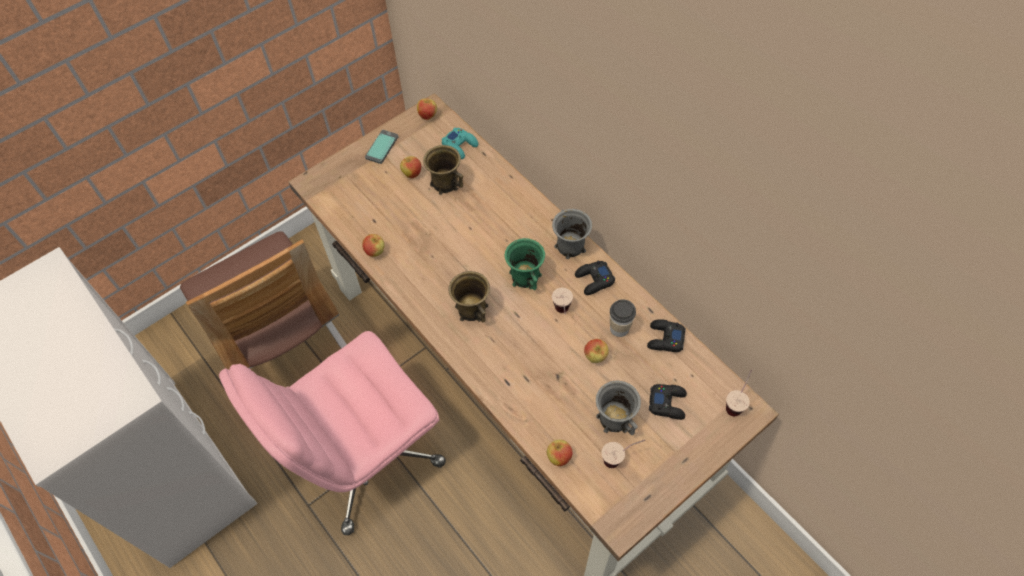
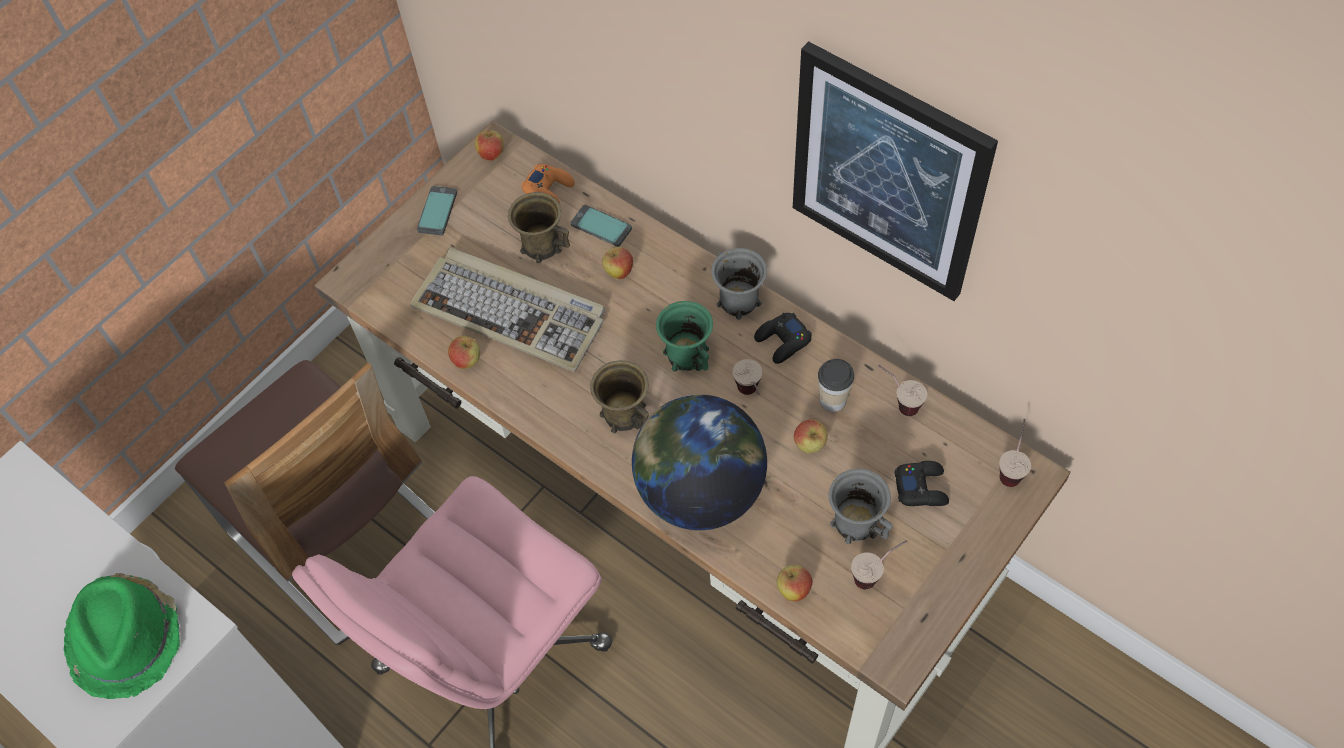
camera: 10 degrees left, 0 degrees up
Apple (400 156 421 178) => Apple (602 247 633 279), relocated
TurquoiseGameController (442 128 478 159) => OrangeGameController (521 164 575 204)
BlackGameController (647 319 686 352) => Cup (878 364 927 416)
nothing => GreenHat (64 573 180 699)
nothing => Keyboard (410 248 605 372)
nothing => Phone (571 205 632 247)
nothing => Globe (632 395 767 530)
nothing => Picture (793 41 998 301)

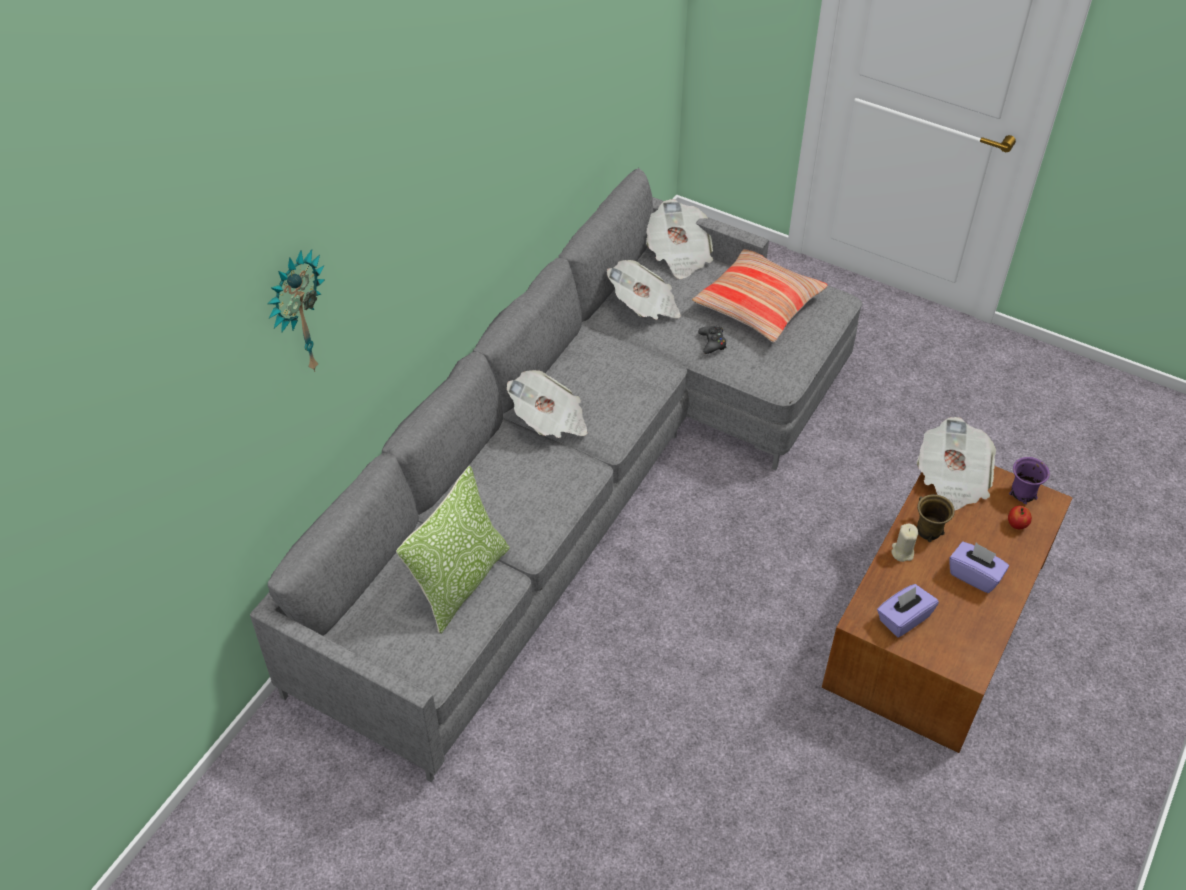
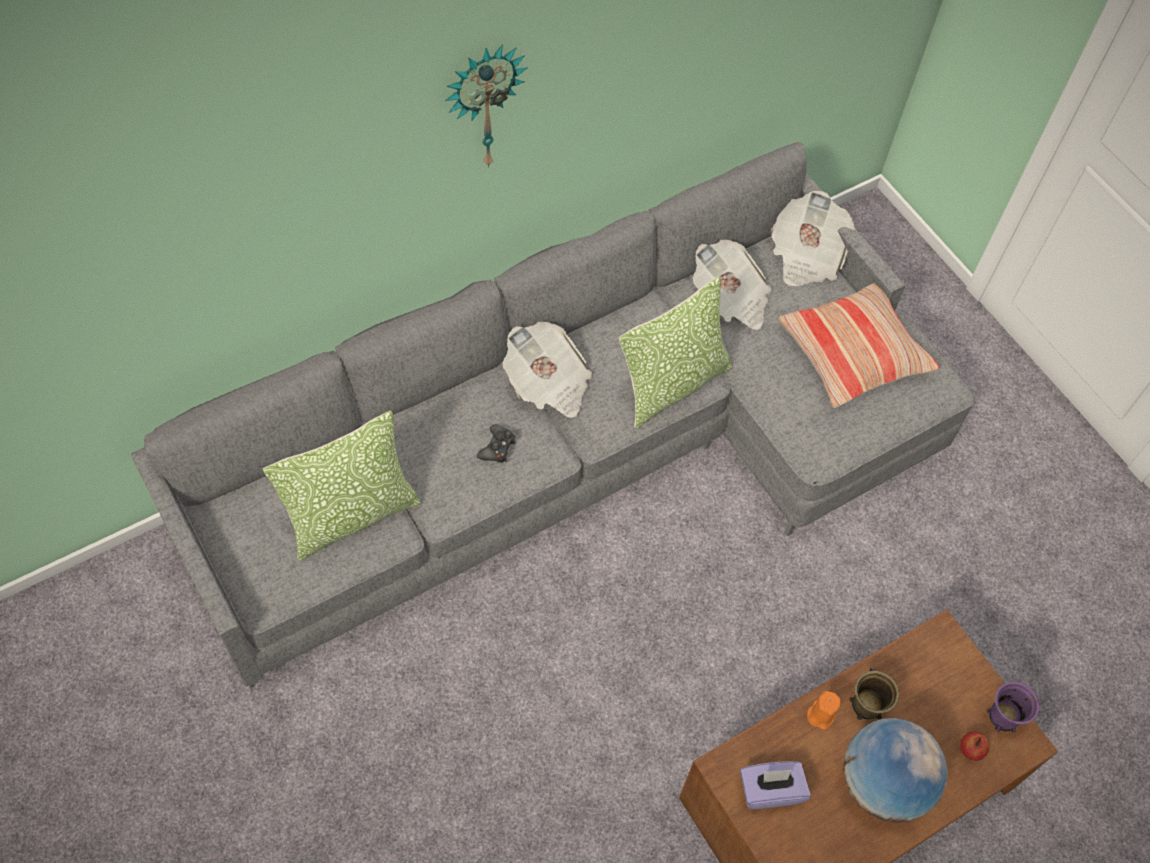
camera: 25 degrees right, 10 degrees up
WallClock (268 249 325 372) => WallClock (445 44 527 168), relocated
BlackGameController (698 325 727 354) => BlackGameController (477 425 516 463), relocated
BeigeCandle (891 524 918 562) => OrangeCandle (807 691 841 730)
Newspaper (917 417 996 510) => nothing
PurpleTissueBox (949 542 1009 593) => Globe (843 718 948 823)
nothing => Pillow (619 276 732 429)

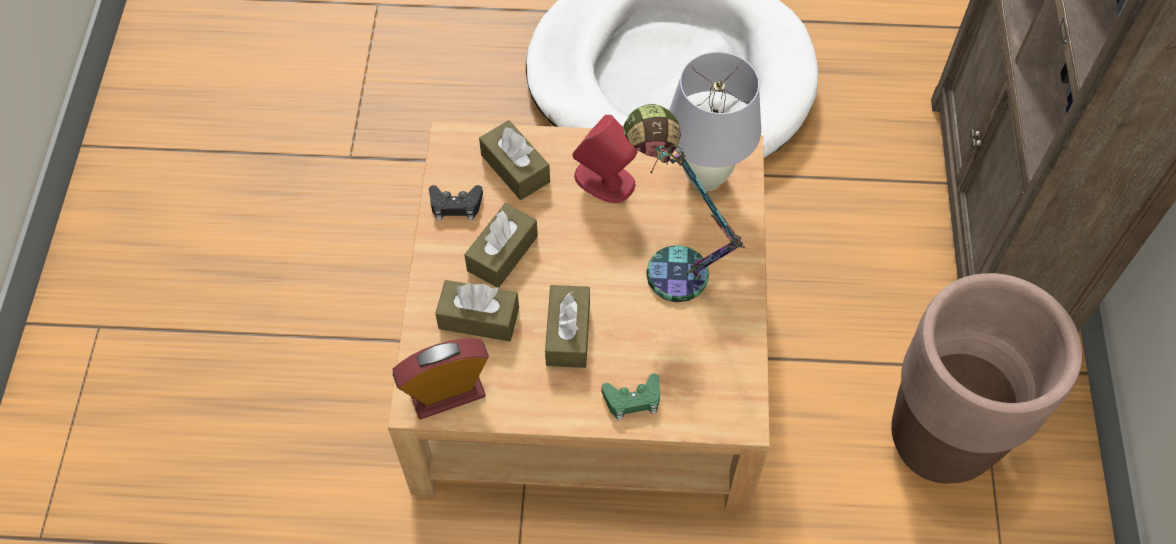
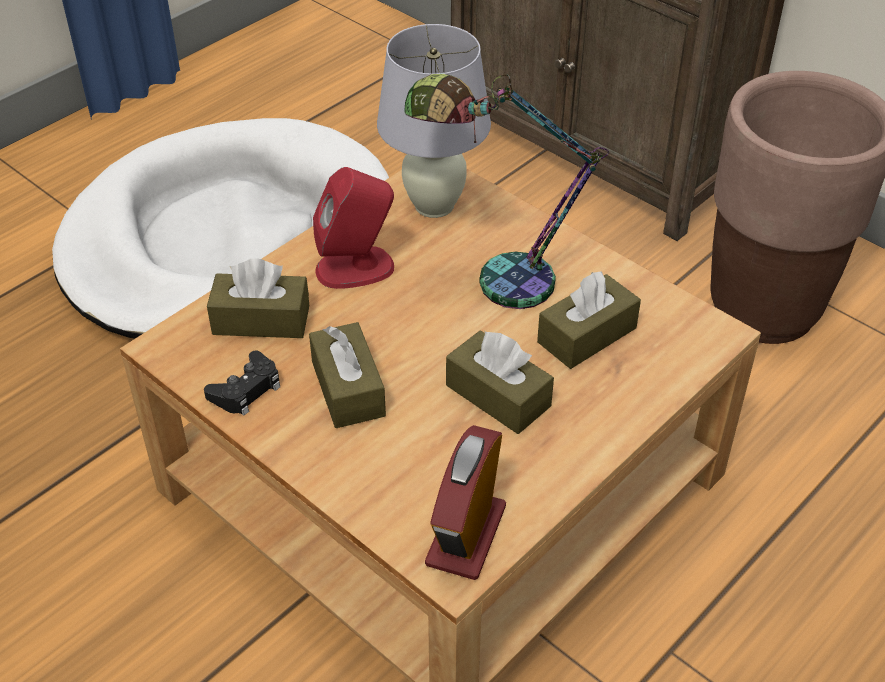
camera: 50 degrees left, 15 degrees down
BrownTissueBox (435 280 519 341) => BrownTissueBox (537 272 641 369), relocated
GreenGameController (601 374 660 420) => nothing

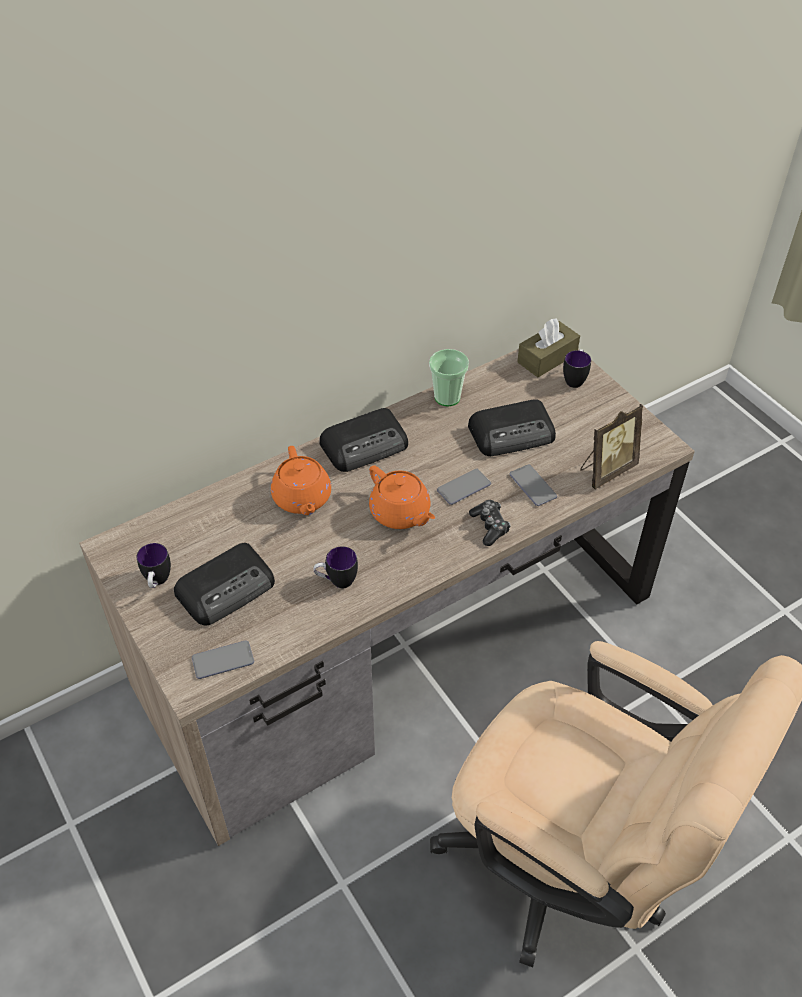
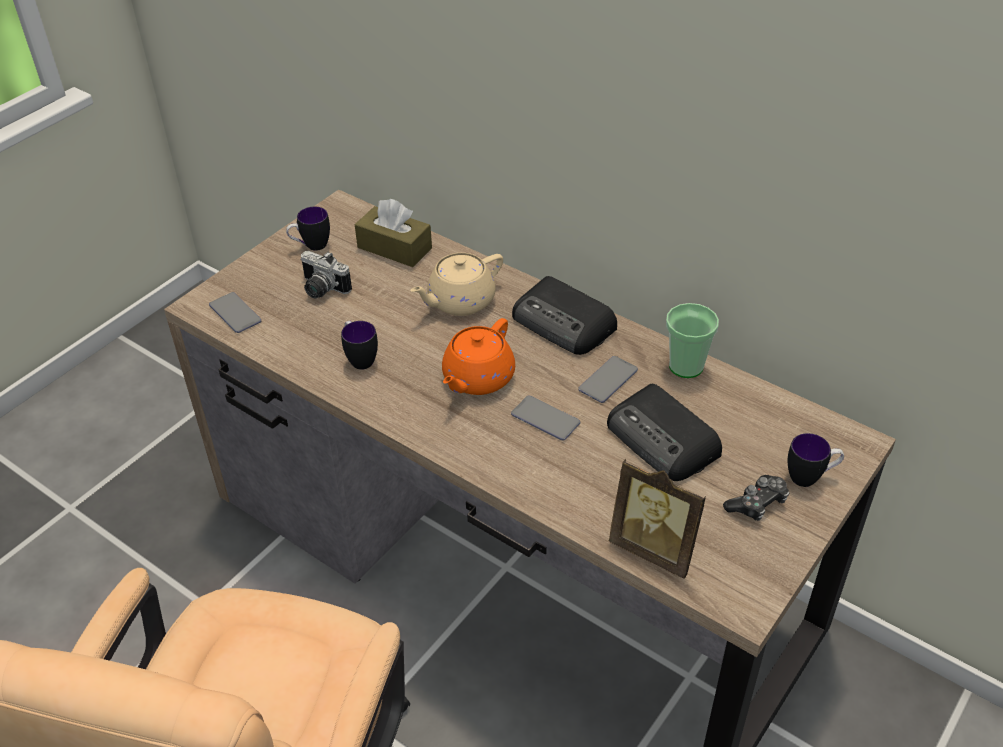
camera: 70 degrees right, 5 degrees down
Radio (174 543 275 625) => PhotoCamera (300 251 352 299)
OrangeTeapot (271 446 331 515) => BeigeTeapot (410 253 503 316)
GameController (469 500 511 546) => GameController (723 475 789 521), relocated
Phone (510 464 557 506) => Phone (578 356 638 403), relocated
BrownTissueBox (517 318 580 377) => BrownTissueBox (355 199 432 267), relocated

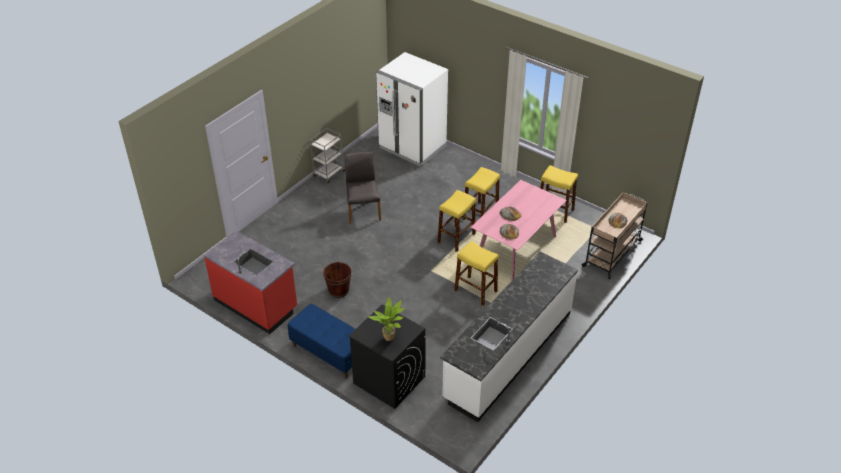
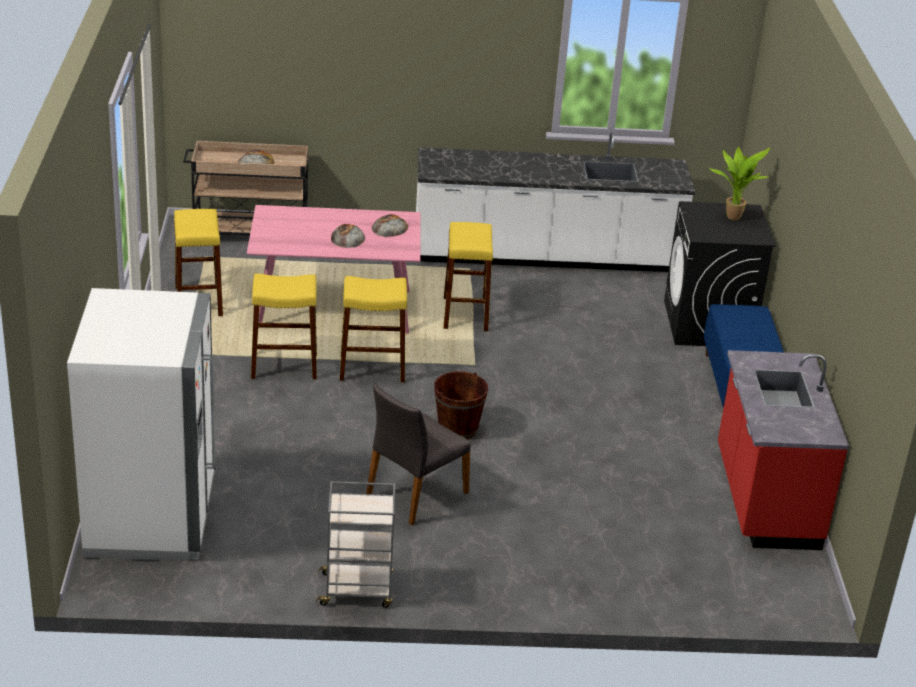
camera: 130 degrees left, 10 degrees down
BrownBucket (323 261 351 298) => BrownBucket (434 371 488 439), relocated

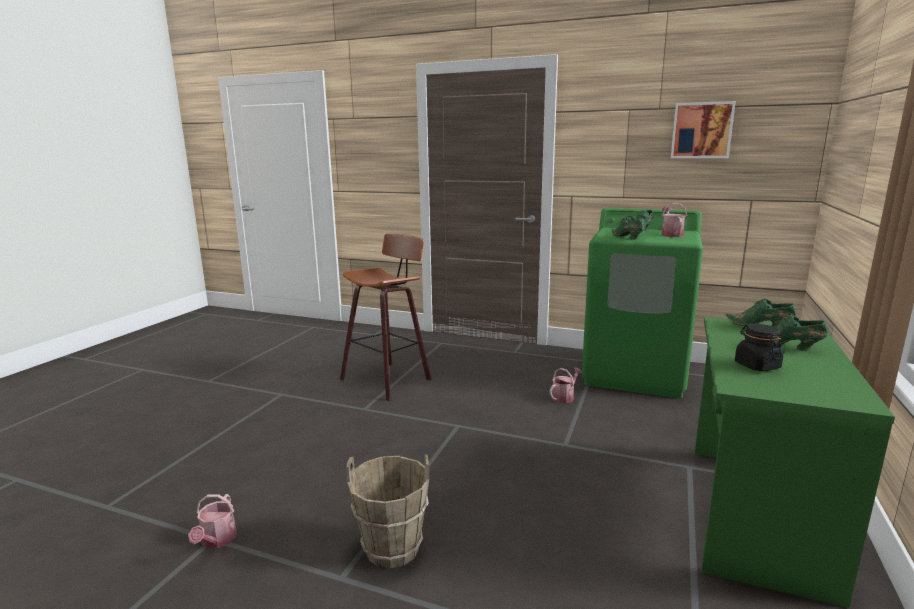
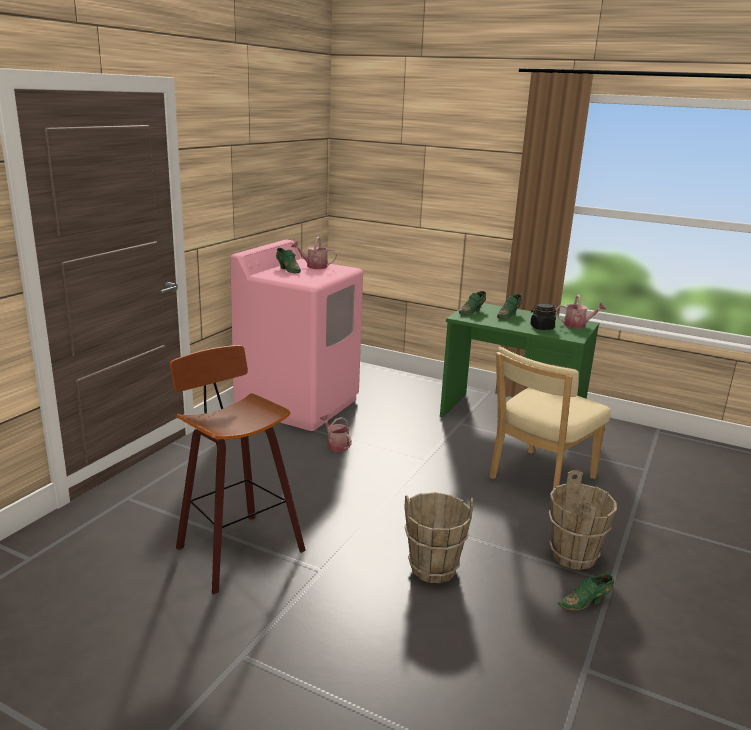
camera: 85 degrees left, 5 degrees up
WateringCan (188 494 237 548) => WateringCan (556 295 606 328), relocated
GreenWashingMachine (582 208 703 398) => PinkWashingMachine (230 239 363 431)
GreenShoe (612 215 644 240) => GreenShoe (557 574 614 611), relocated
Picture (671 101 736 158) => nothing
nothing => BrownBucket (404 492 473 583)
nothing => BeigeChair (489 347 611 489)

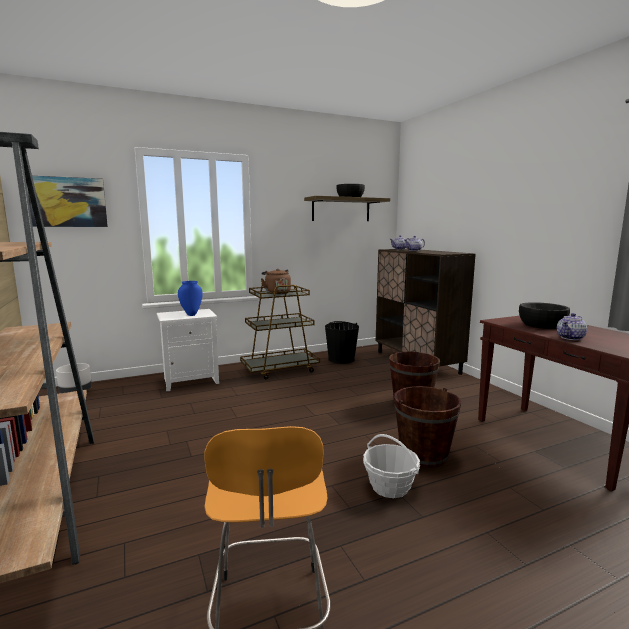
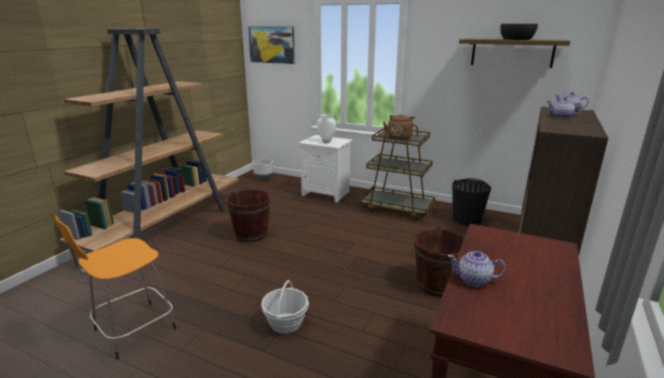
camera: 50 degrees right, 10 degrees up
BlueVase (178 281 203 316) => WhiteVase (317 114 336 143)
BrownBucket (394 386 461 468) => BrownBucket (226 189 270 242), relocated
BlackBowl (519 302 570 329) => nothing

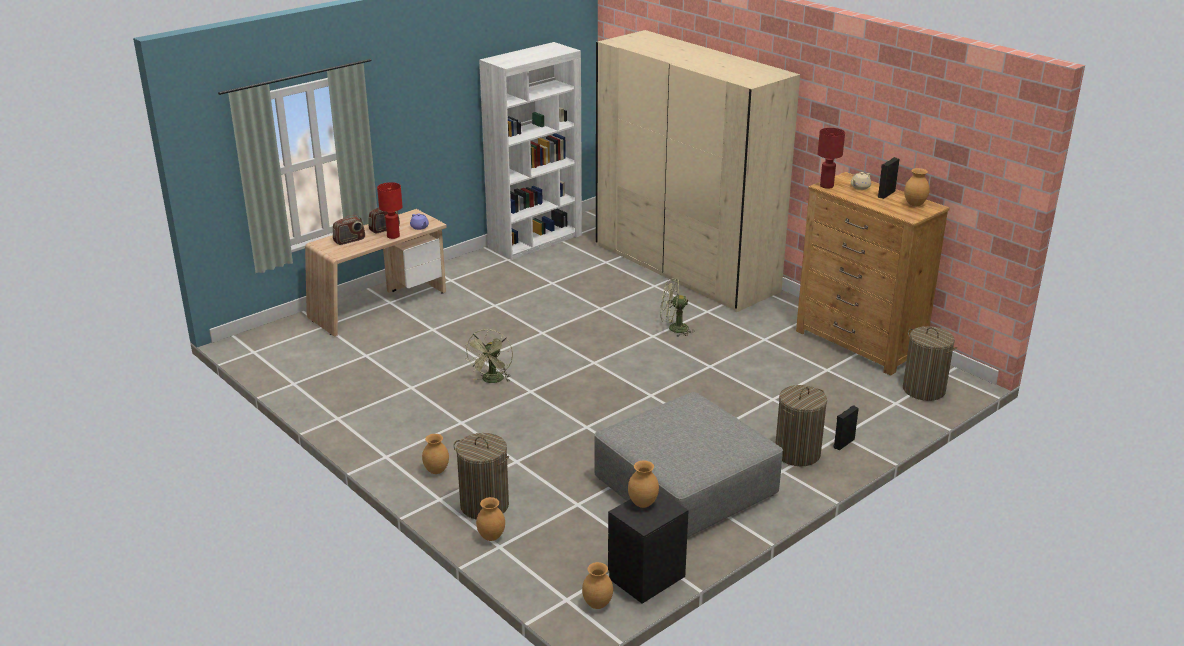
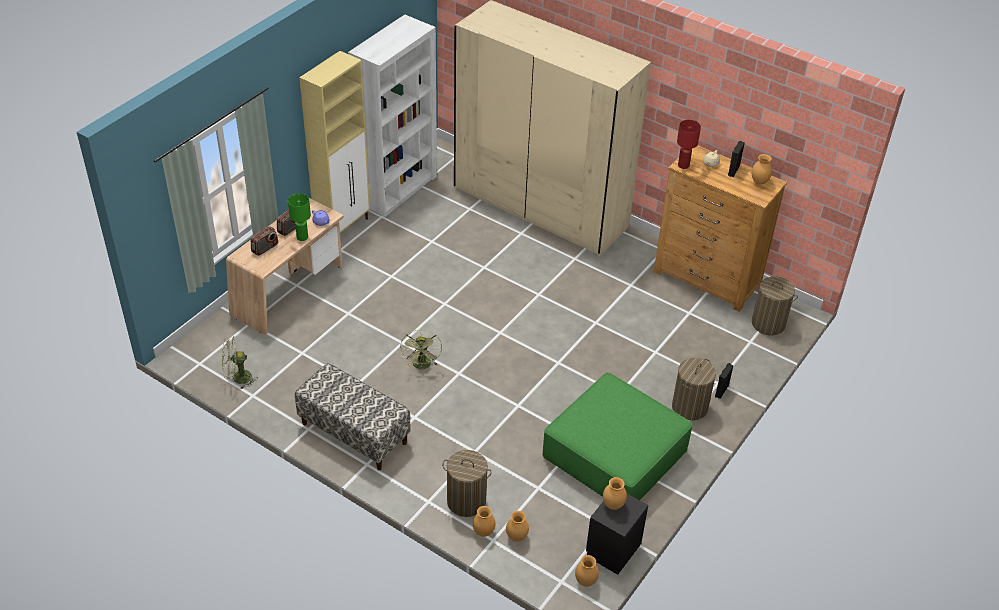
camera: 15 degrees left, 15 degrees up
RedTableLamp (377 182 403 239) => GreenTableLamp (288 193 311 241)
BrownVase (422 434 449 474) => BrownVase (506 511 529 542), relocated
GreyOttoman (594 392 783 538) => GreenOttoman (543 373 693 500)
GreenFan (661 278 695 337) => GreenFan (222 337 258 389), relocated
nothing => Bench (295 363 411 470)
nothing => BeigeCabinet (299 51 370 233)

